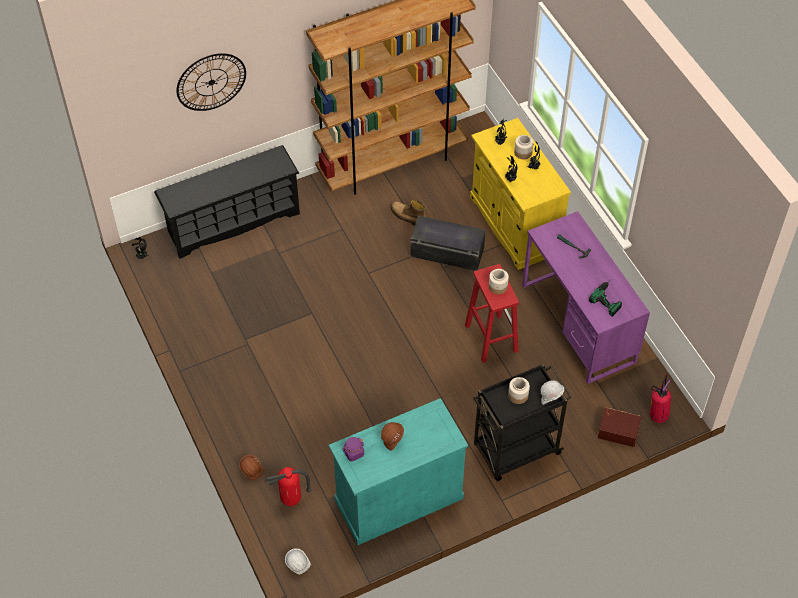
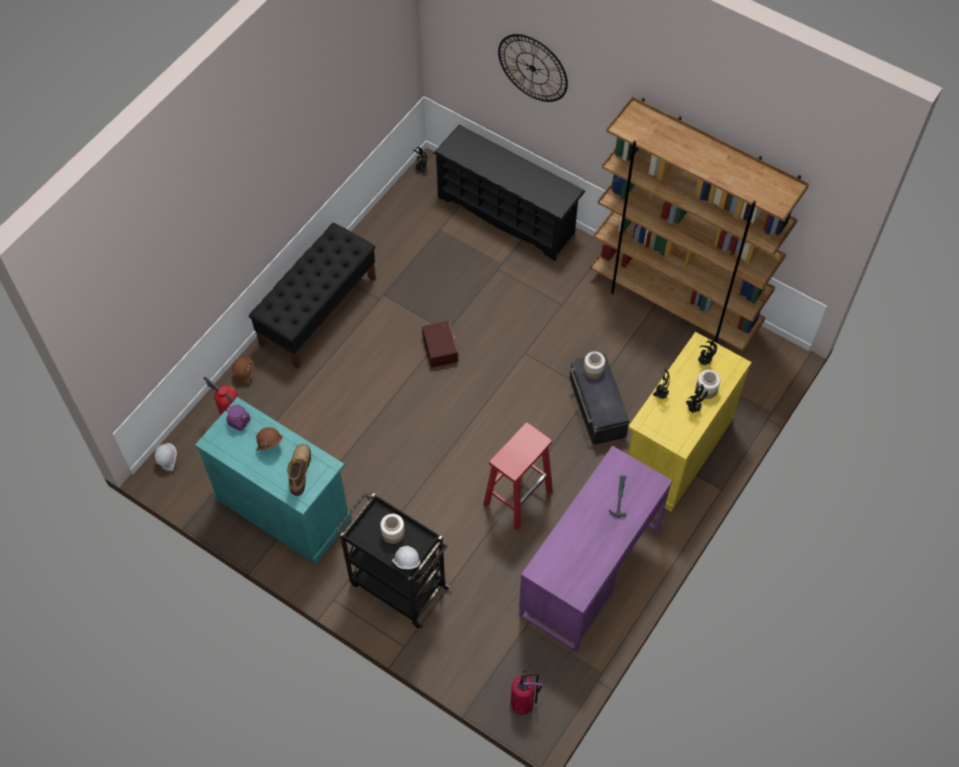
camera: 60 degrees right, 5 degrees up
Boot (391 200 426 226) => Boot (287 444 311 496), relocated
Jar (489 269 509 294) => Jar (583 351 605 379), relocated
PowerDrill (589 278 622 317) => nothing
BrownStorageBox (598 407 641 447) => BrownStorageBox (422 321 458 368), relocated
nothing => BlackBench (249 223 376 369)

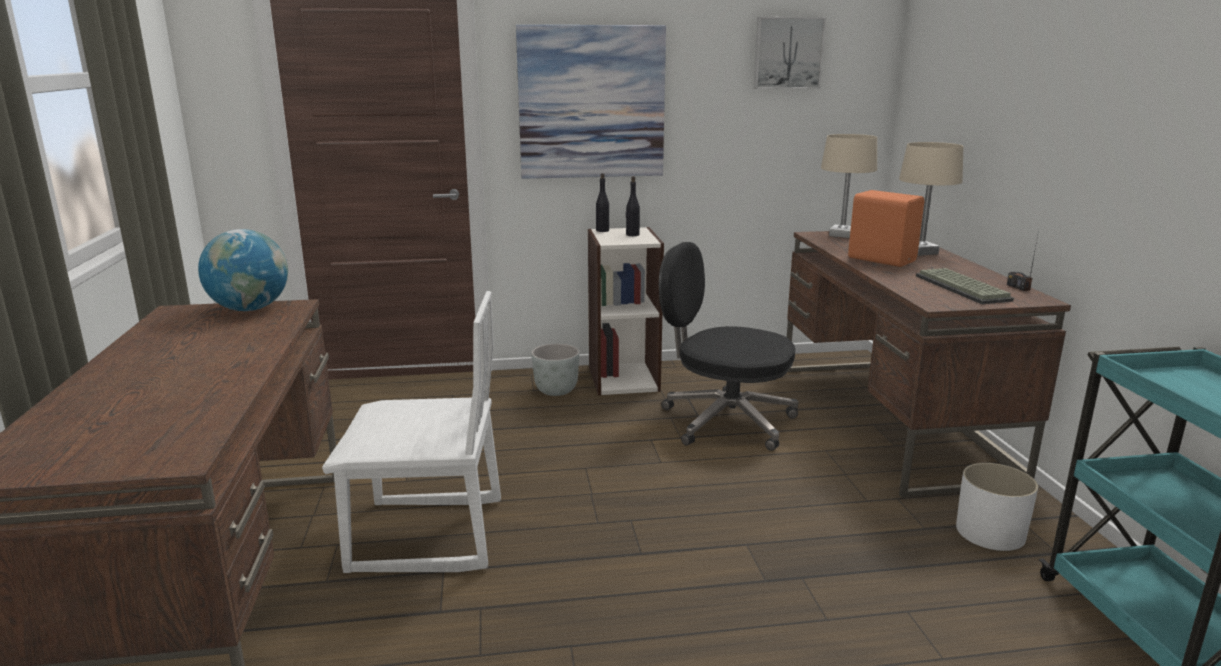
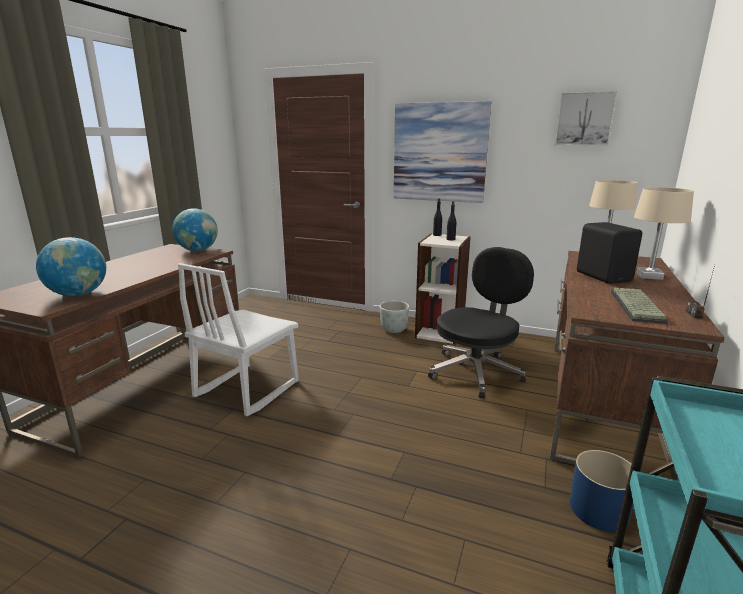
camera: 30 degrees right, 0 degrees up
WhiteChair (322 291 501 573) => WhiteChair (178 263 299 416), 90 degrees clockwise
BlackOfficeChair (659 242 798 451) => BlackOfficeChair (428 247 534 398), 75 degrees clockwise
OrangeSpeaker (848 190 924 267) => BlackSpeaker (577 222 642 284)
WhitePlanter (956 463 1038 551) => BluePlanter (570 450 634 532)
nothing => Globe (36 237 106 296)

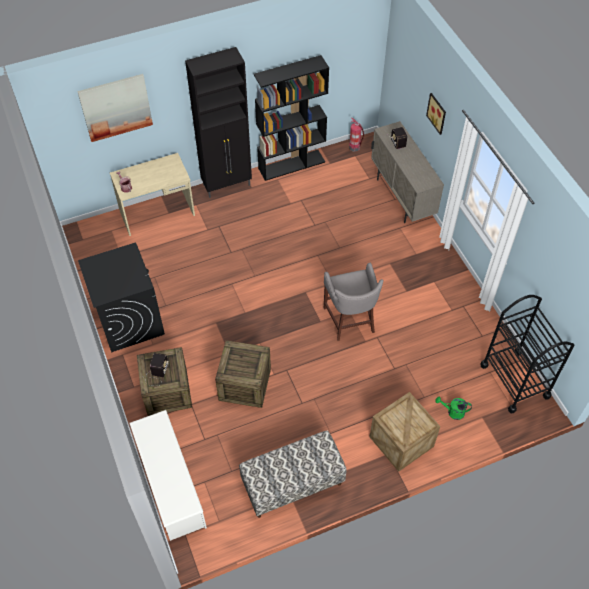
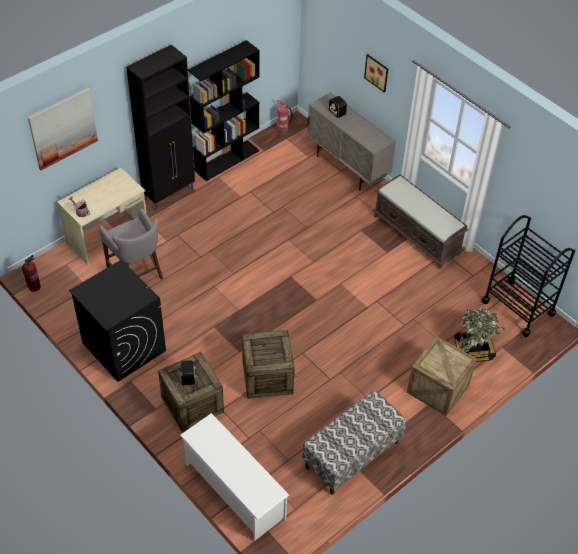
camera: 20 degrees left, 5 degrees down
GreyStool (324 263 384 341) => GreyStool (99 209 163 280), relocated
GreenWateringCan (435 397 472 420) => PottedPlant (454 308 506 362)
nothing => FireExtinguisher (22 255 41 292)
nothing => BrownBench (372 174 469 269)

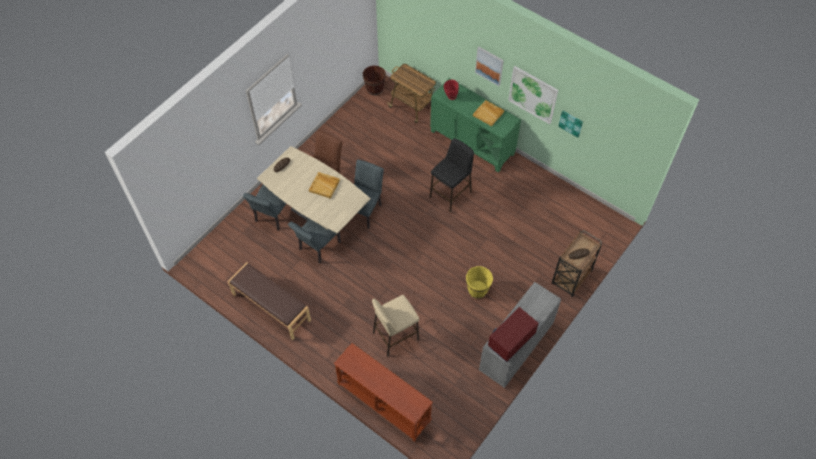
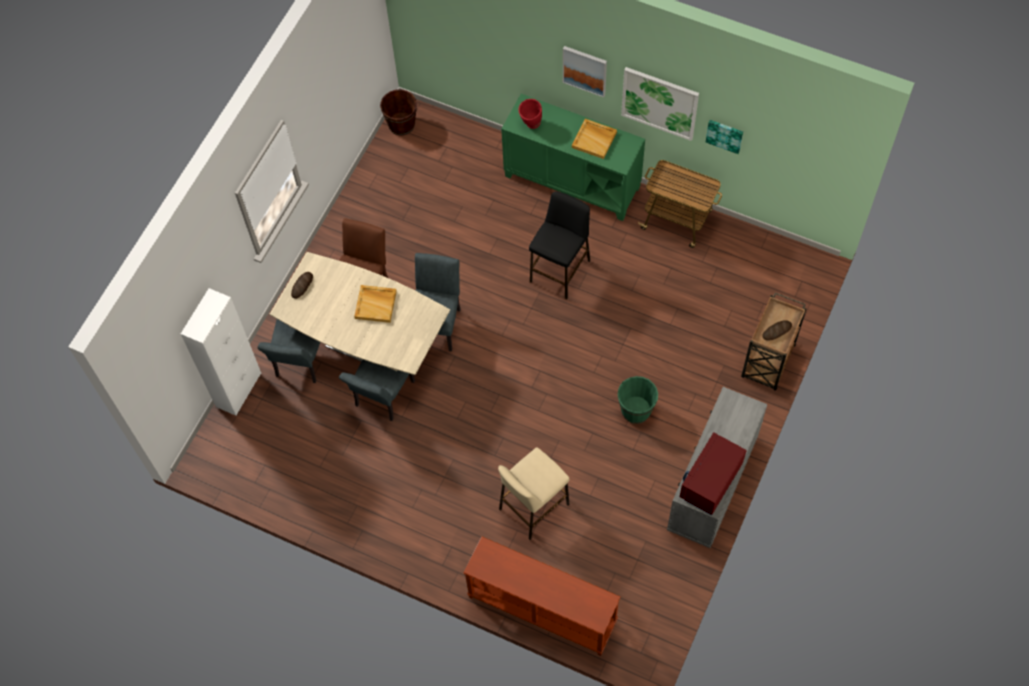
camera: 10 degrees left, 5 degrees up
BrownBench (228 262 311 340) => nothing
Cart (387 64 436 123) => Cart (638 160 722 248), relocated
YellowBucket (466 266 493 299) => GreenBucket (618 376 658 424)
nothing => WhiteCabinet (181 288 261 416)

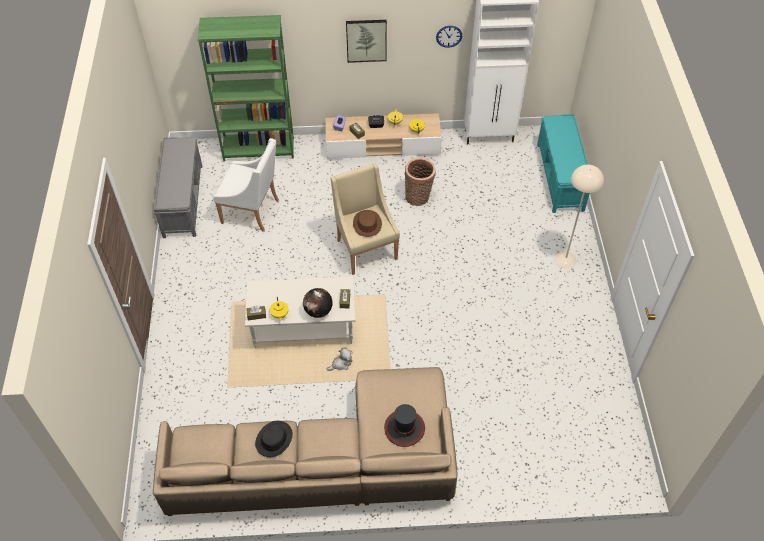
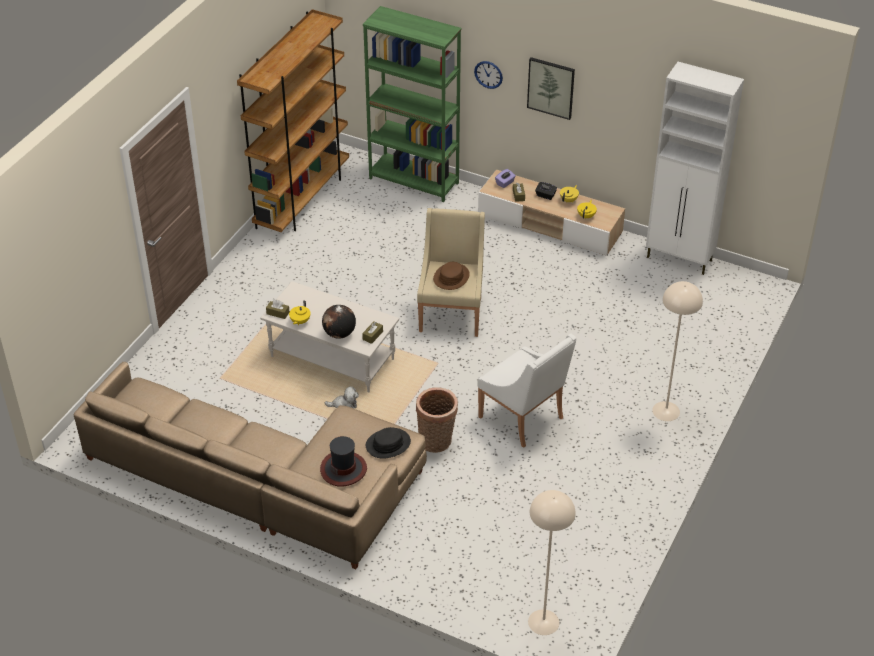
camera: 30 degrees right, 10 degrees down
GreyBench (154 137 202 238) => BrownBookcase (237 9 349 232)
WhiteArmchair (214 138 279 232) => WhiteArmchair (477 333 576 448), relocated
BlackHat (255 421 293 457) => BlackHat (366 427 411 459), relocated
Basket (404 158 436 206) => Basket (416 387 458 453), relocated
WallClock (436 26 462 48) => WallClock (474 61 503 89), relocated
TurquoiseBench (537 114 590 213) => nothing
nothing => BeigeFloorLamp (528 490 576 635)

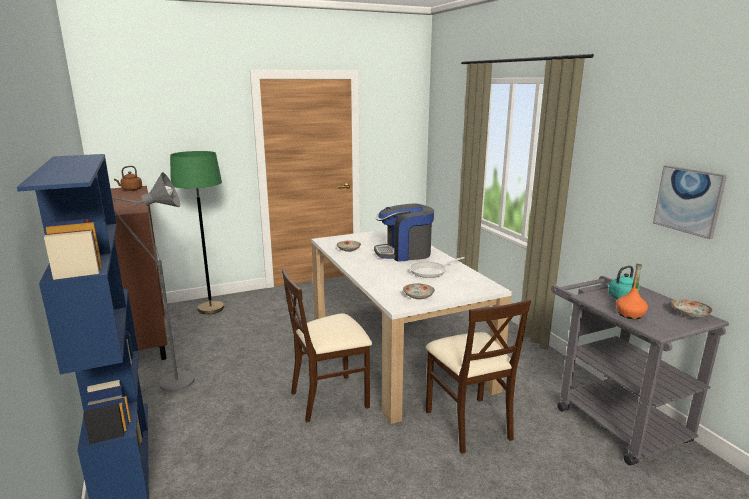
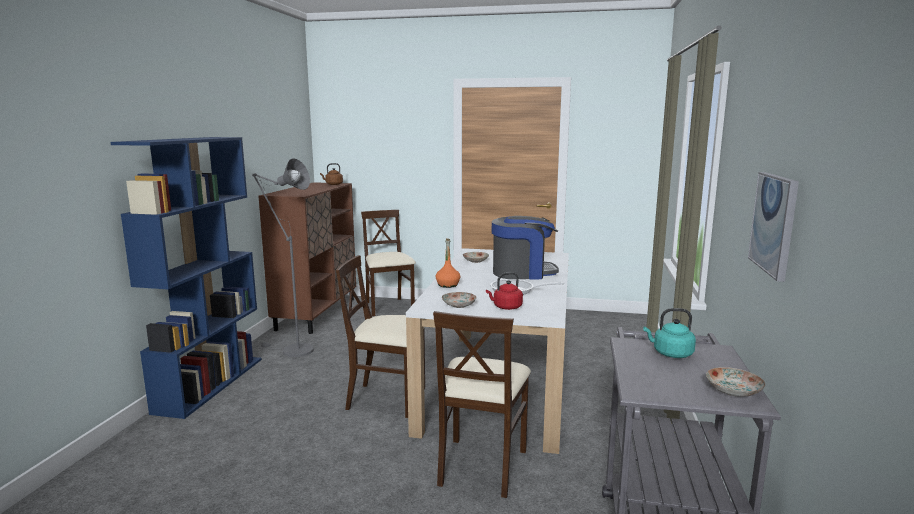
camera: 35 degrees right, 5 degrees down
GreenFloorLamp (170 151 224 314) => BeigeChair (361 210 416 316)
CoffeeMachine (374 204 434 262) => CoffeeMachine (492 216 559 280), 150 degrees clockwise
OrangeBottle (616 264 648 319) => OrangeBottle (435 238 460 288), relocated
nothing => RedKettle (486 272 523 310)

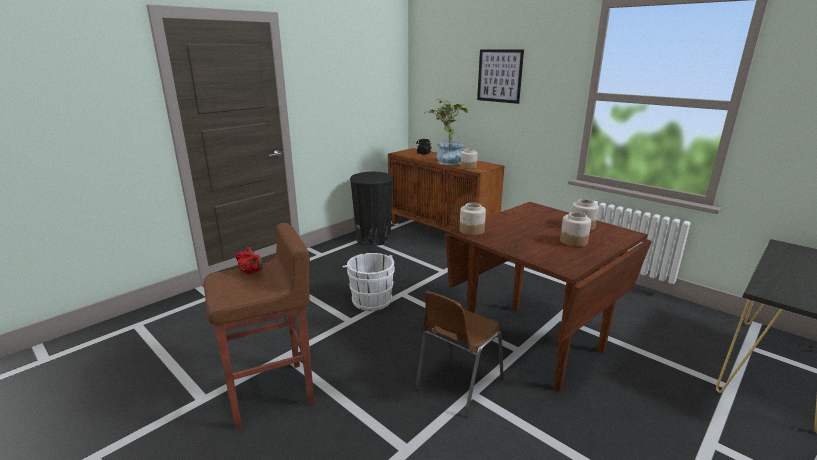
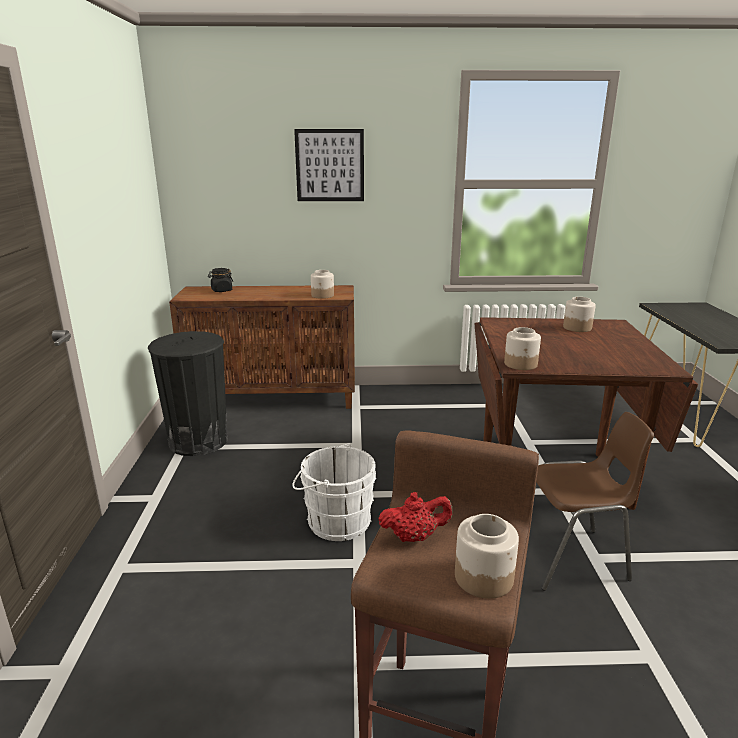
camera: 45 degrees left, 0 degrees up
BrownChair (415 291 504 418) => BrownChair (535 412 654 591), 90 degrees counterclockwise
PottedPlant (424 99 469 165) => nothing
Jar (560 212 591 247) => Jar (455 514 519 599), relocated

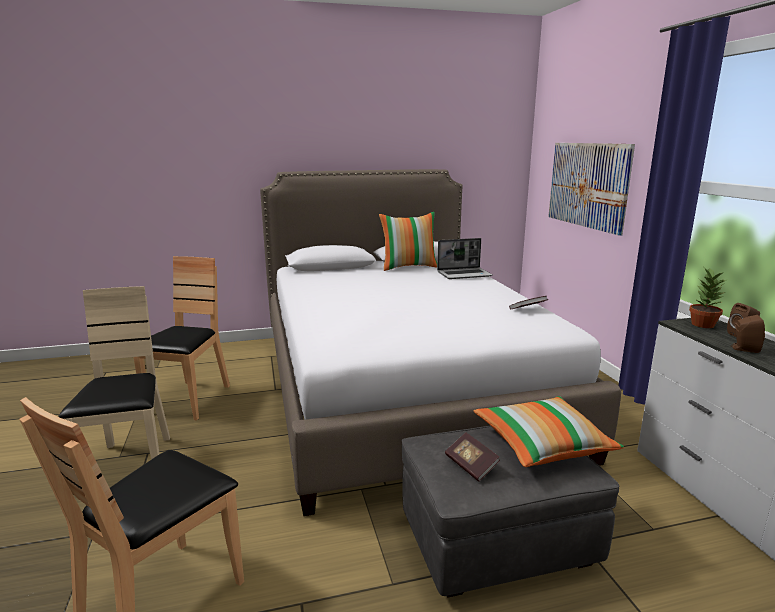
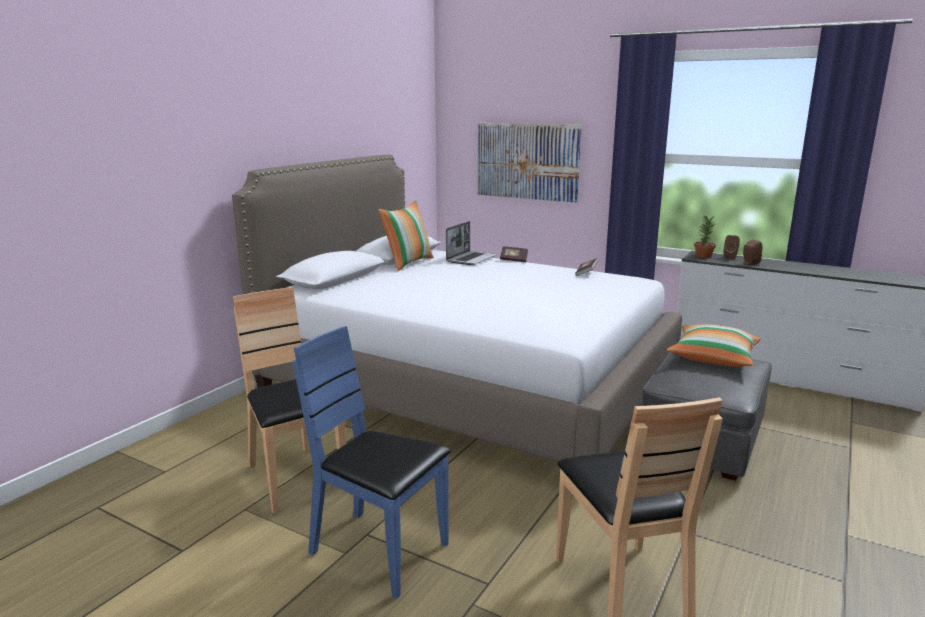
camera: 45 degrees left, 0 degrees up
BeigeChair (58 286 170 459) => BlueChair (292 326 451 599)
Book (445 433 500 482) => Book (500 246 528 262), relocated

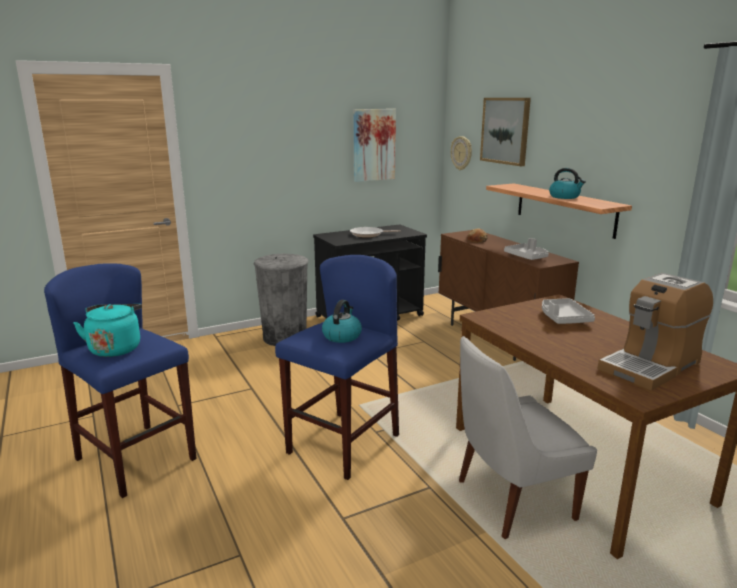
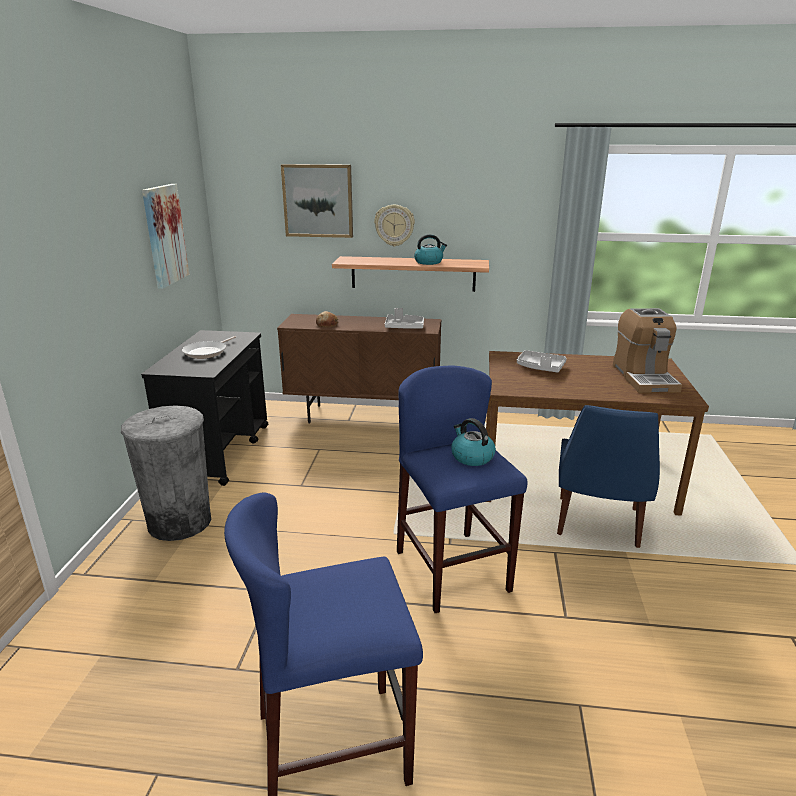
camera: 55 degrees left, 5 degrees up
TurquoiseKettle (73 304 142 357) => nothing
WallClock (451 136 472 170) => WallClock (374 205 415 247), relocated
WhiteChair (459 336 597 539) => BlueChair (557 405 660 548)

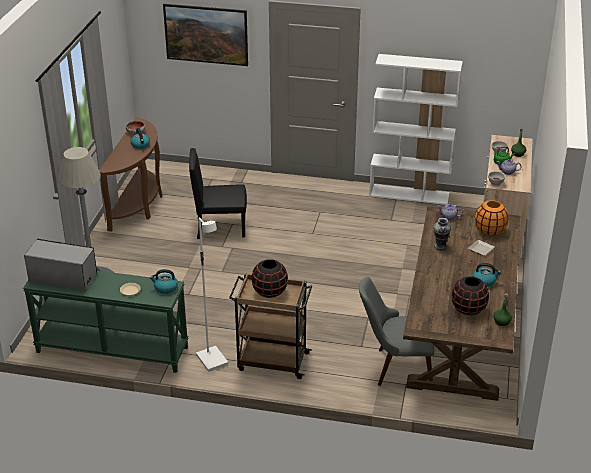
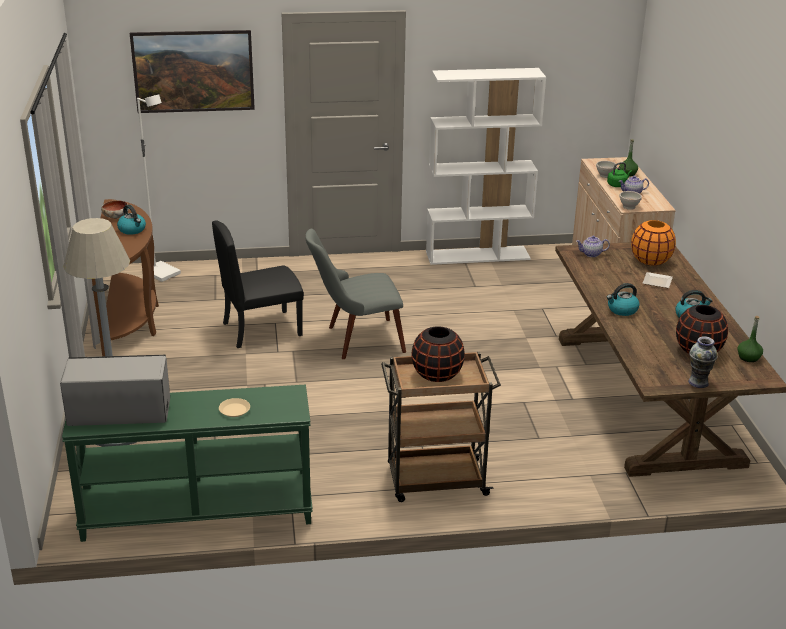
camera: 20 degrees left, 5 degrees down
Kettle (150 269 178 294) => Kettle (607 283 640 316), relocated
WhiteFloorLamp (196 217 228 372) => WhiteFloorLamp (137 94 181 282), relocated
GreyChair (359 277 434 386) => GreyChair (305 229 406 359), relocated
Vase (433 218 451 251) => Vase (688 336 718 388), relocated

